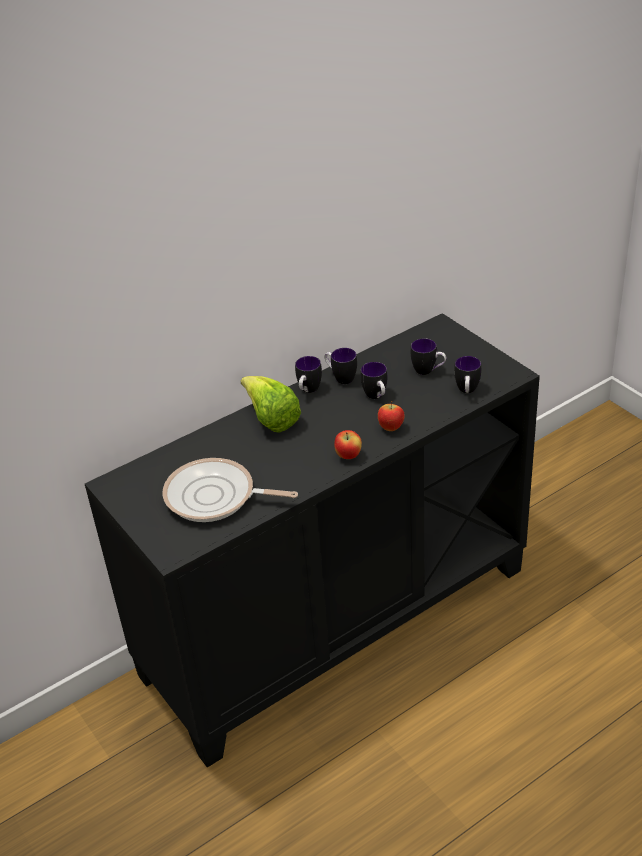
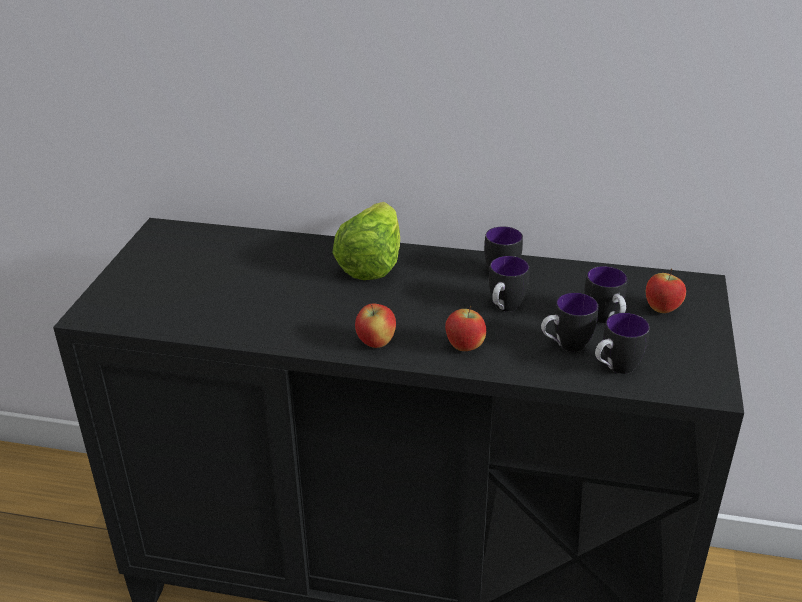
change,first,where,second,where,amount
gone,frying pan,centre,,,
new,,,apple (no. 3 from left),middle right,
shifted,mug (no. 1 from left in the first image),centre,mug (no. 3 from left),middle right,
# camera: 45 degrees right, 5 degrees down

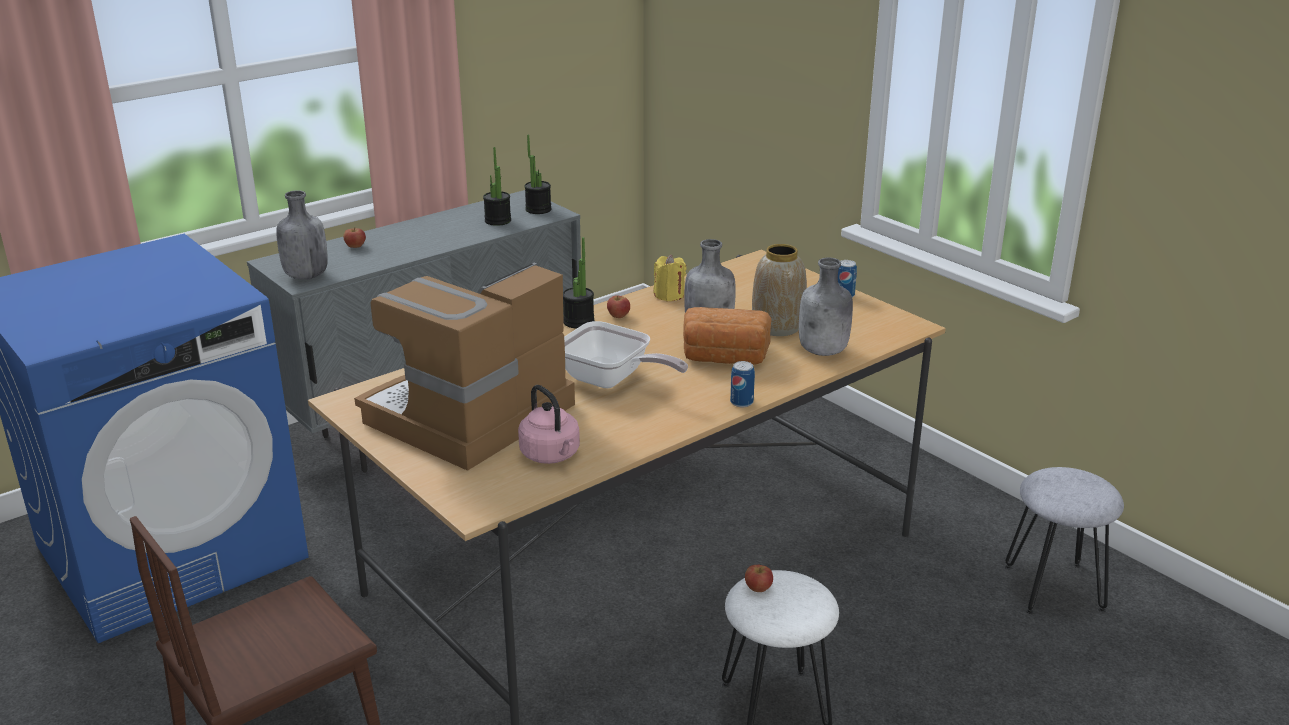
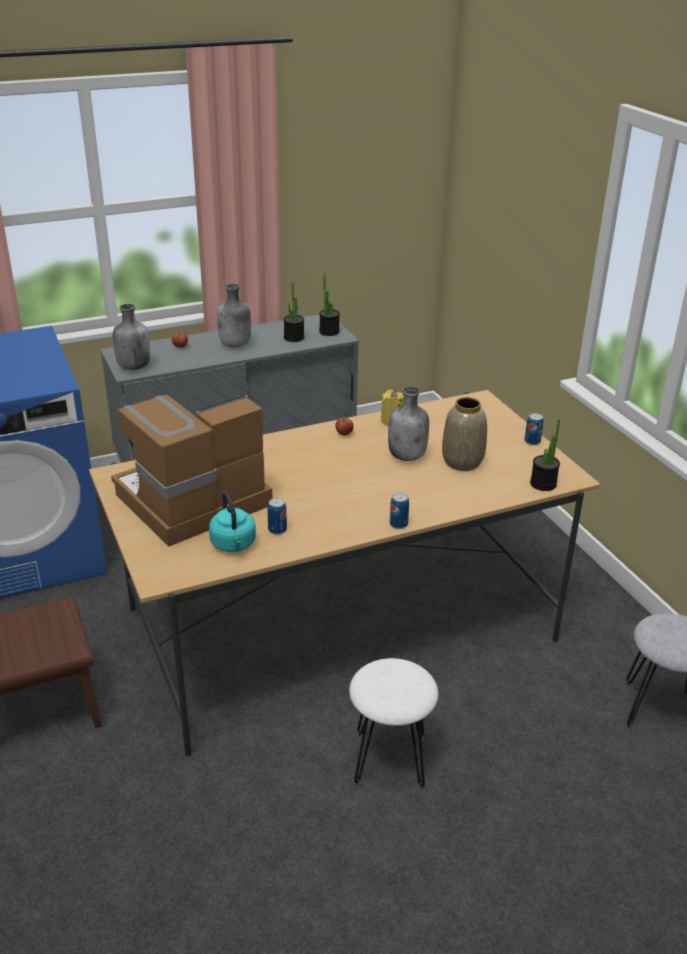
change,first,where,second,where,amount
gone,frying pan,centre,,,
gone,bread,centre,,,
gone,apple (no. 3 from left),bottom centre,,,
new,,,can (no. 1 from left),centre,
shifted,potted plant (no. 3 from left),centre,,middle right,
shifted,grey bottle (no. 3 from left in the first image),centre,grey bottle (no. 2 from left),top centre,
repainted,pink kettle,centre,turquoise kettle,centre,
# camera: 15 degrees right, 5 degrees up

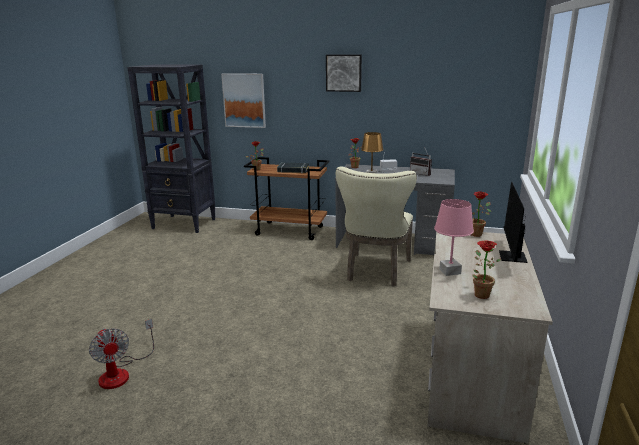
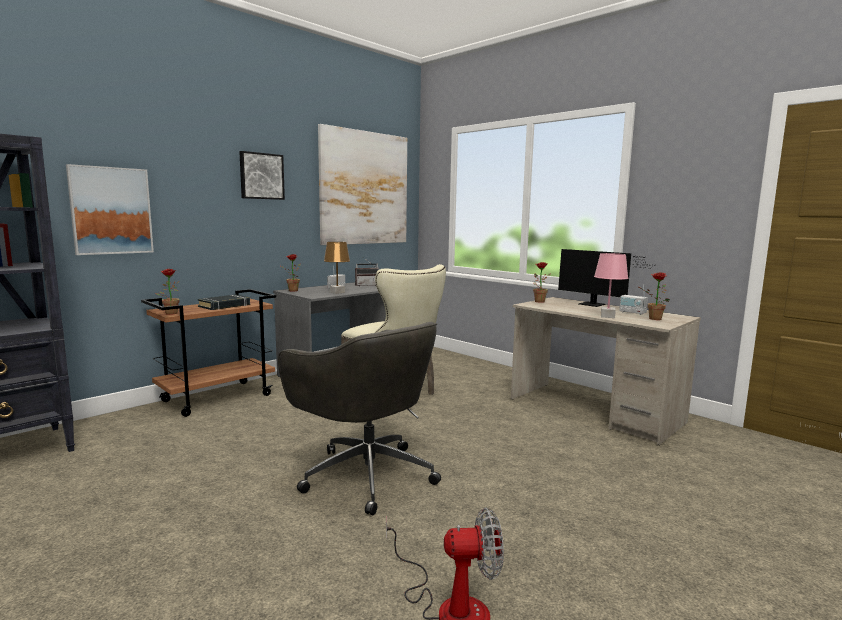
change,first,where,second,where,amount
new,,,grey office chair,bottom centre,
new,,,picture (no. 3 from left),top centre,
new,,,radio (no. 3 from left),middle right,
# camera: 60 degrees left, 10 degrees down

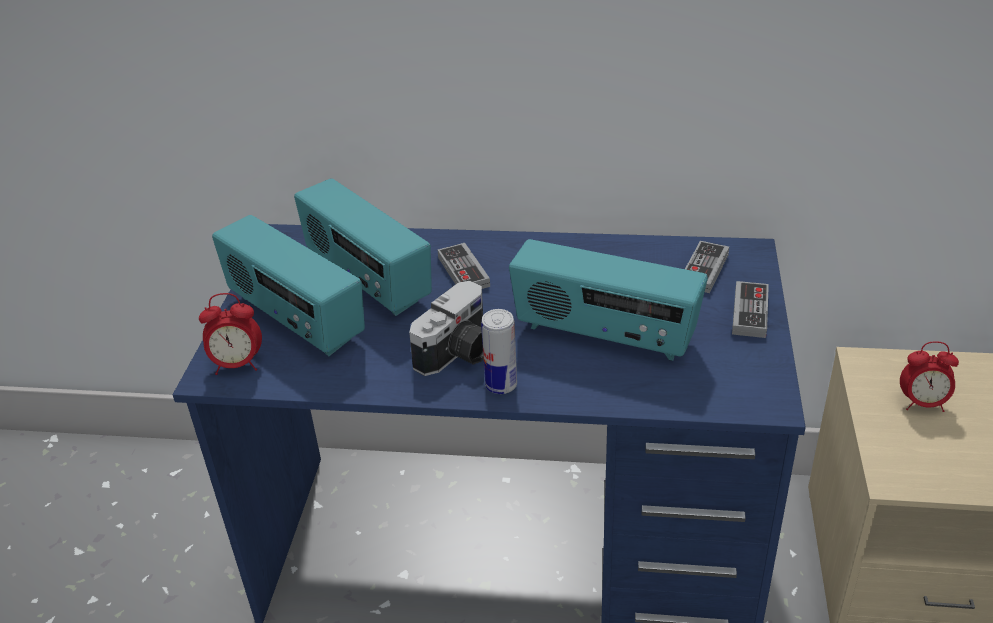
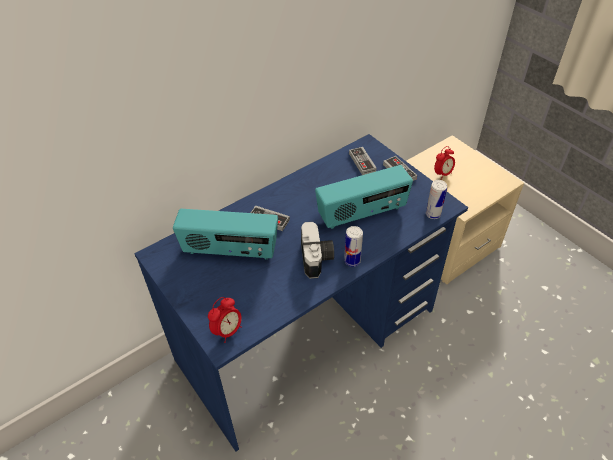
change,first,where,second,where,amount
gone,radio (no. 1 from left),middle left,,,
new,,,can (no. 2 from left),middle right,
# camera: 45 degrees left, 10 degrees up

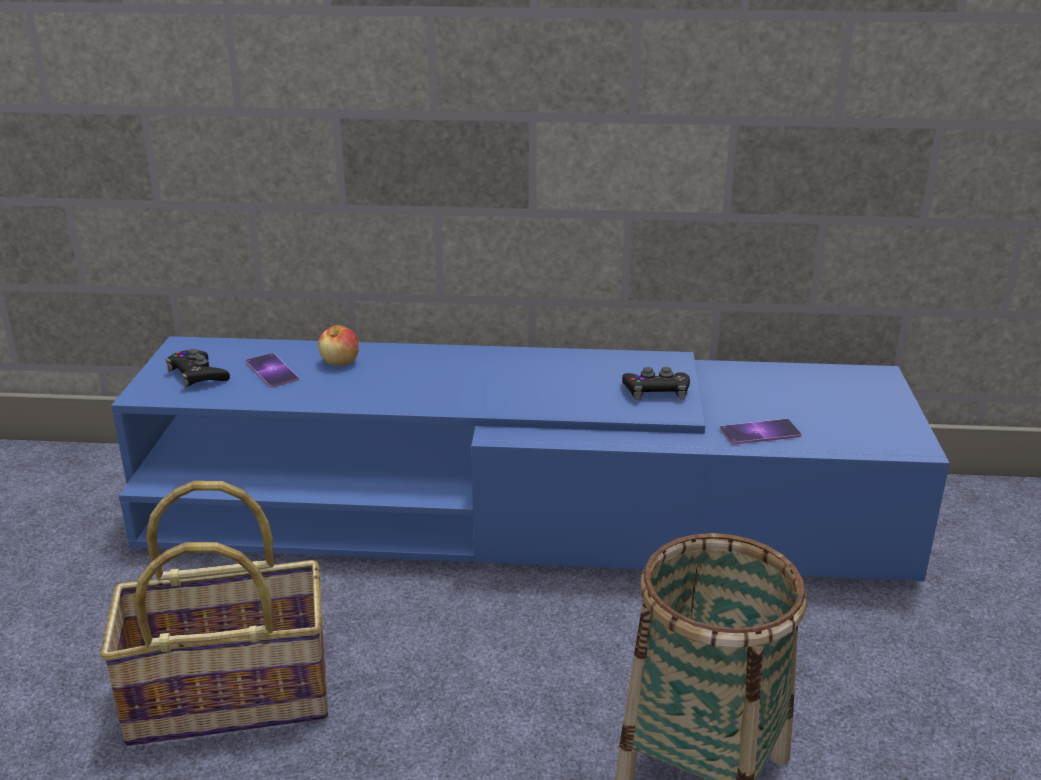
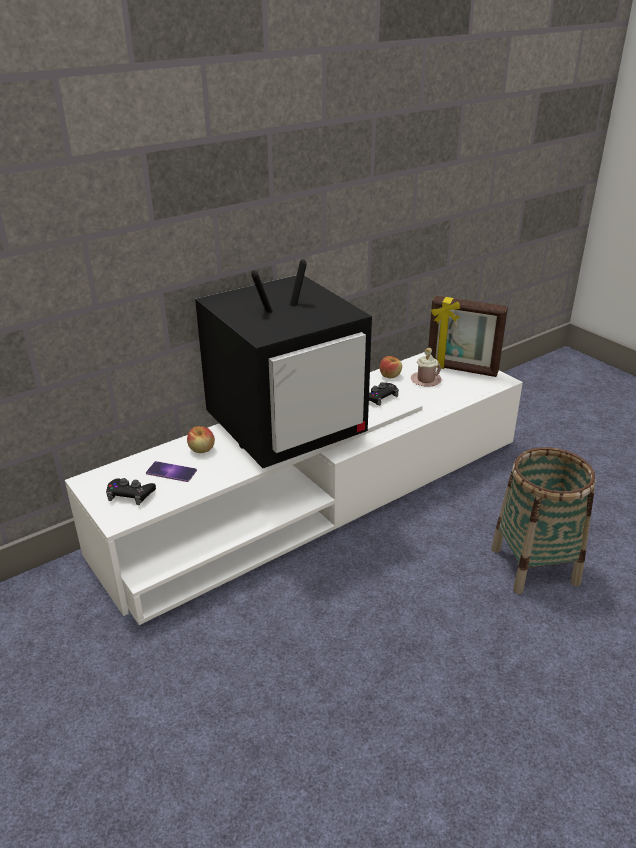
change,first,where,second,where,amount
gone,basket (no. 1 from left),bottom left,,,
gone,phone (no. 2 from left),middle right,,,
new,,,television,centre,
new,,,apple (no. 2 from left),centre,
new,,,pink mug,middle right,
new,,,picture frame,middle right,
repainted,blue tv stand,centre,white tv stand,centre,
# camera: 40 degrees left, 5 degrees up

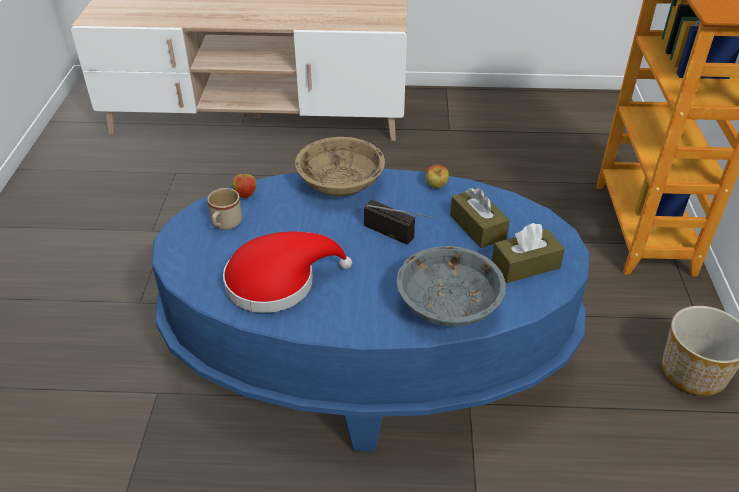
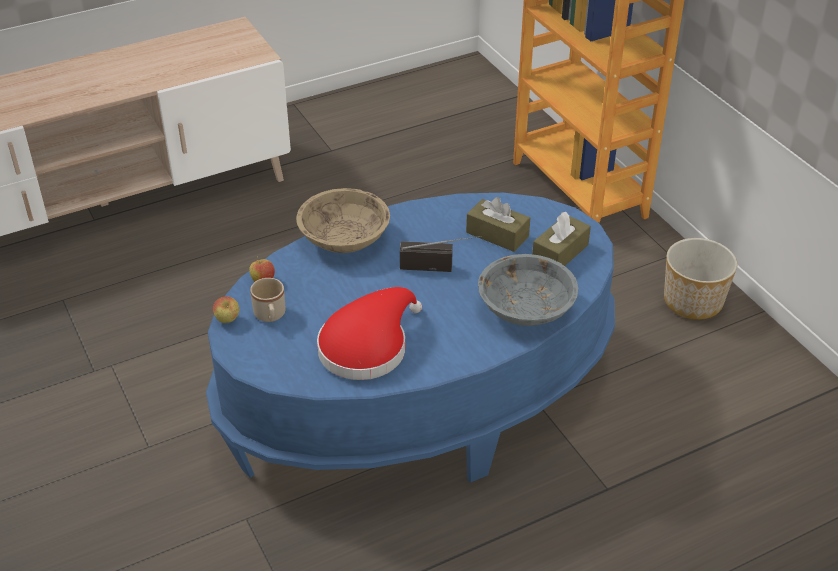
change,first,where,second,where,amount
shifted,apple (no. 2 from left in the first image),centre,apple (no. 1 from left),middle left,
# camera: 30 degrees left, 0 degrees up

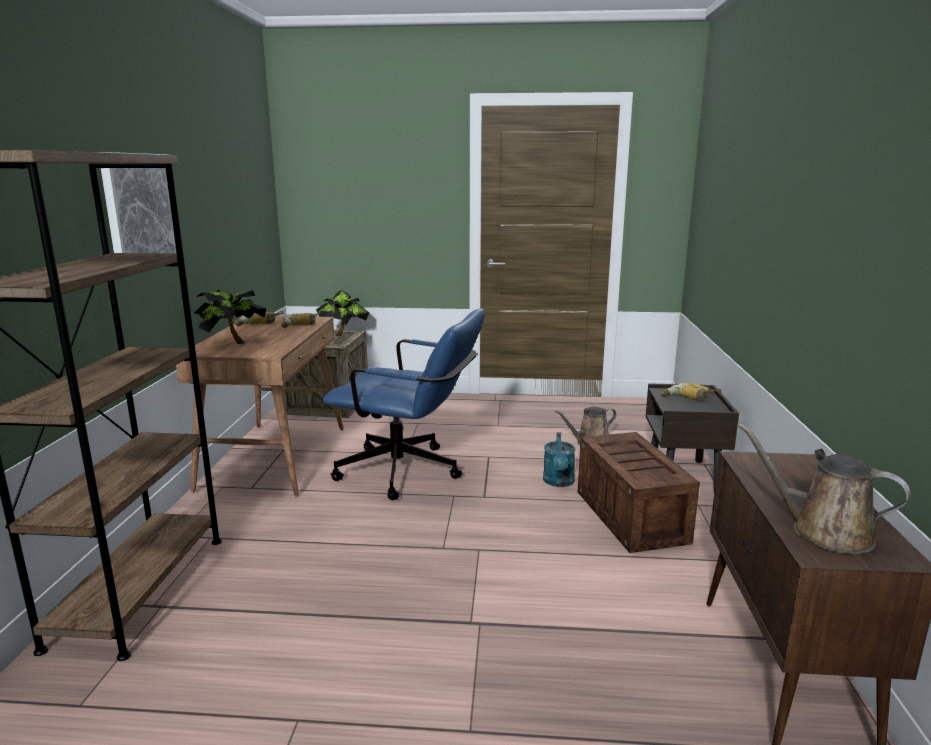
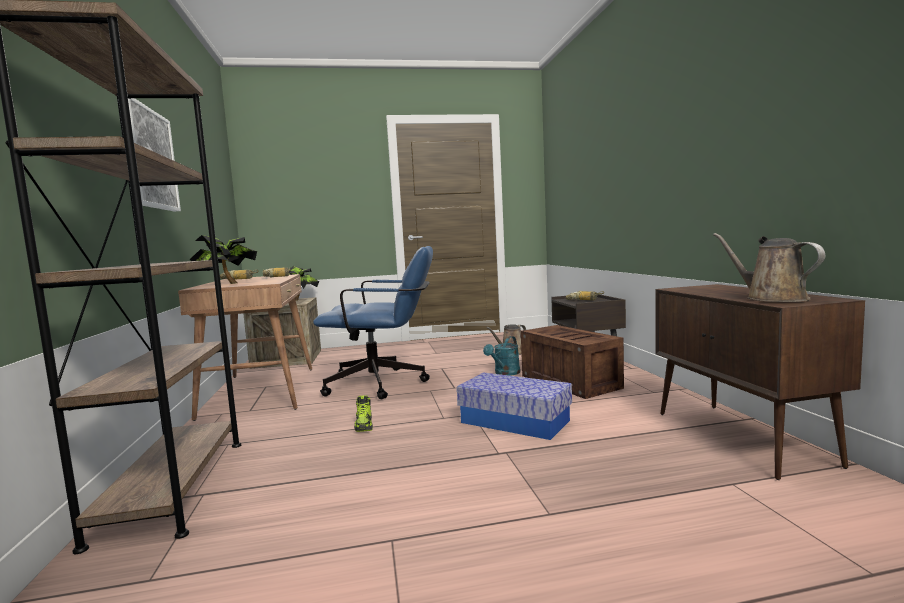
change,first,where,second,where,amount
new,,,shoe,bottom centre,
new,,,storage box,bottom centre,
rotated,turquoise watering can,centre,,centre,45 degrees clockwise
rotated,brown watering can (no. 2 from left),middle right,,middle right,45 degrees clockwise
# camera: 15 degrees left, 10 degrees down

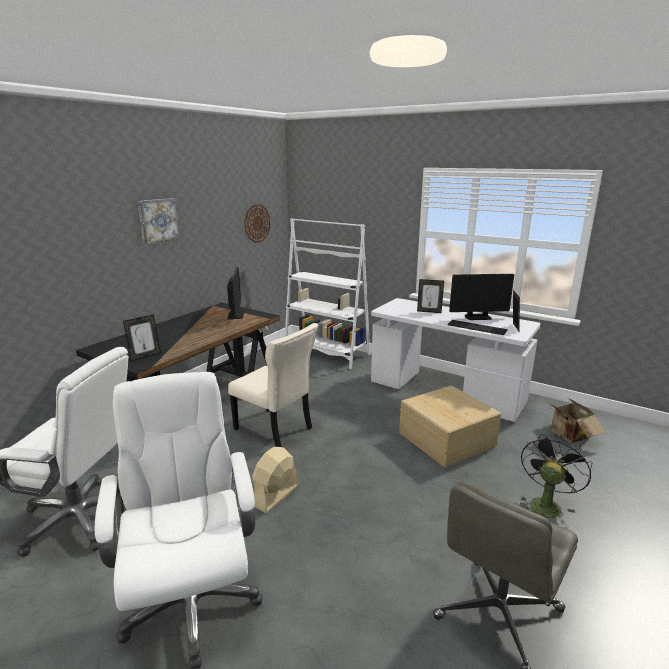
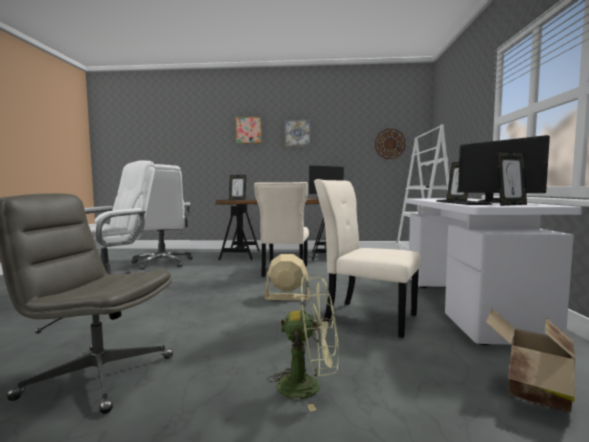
change,first,where,second,where,amount
new,,,picture (no. 1 from left),top centre,
shifted,beige fan,bottom centre,,centre,
swapped,beige storage box,middle right,beige chair (no. 2 from left),centre,
repainted,black fan,bottom right,green fan,bottom centre,
# camera: 60 degrees right, 15 degrees down

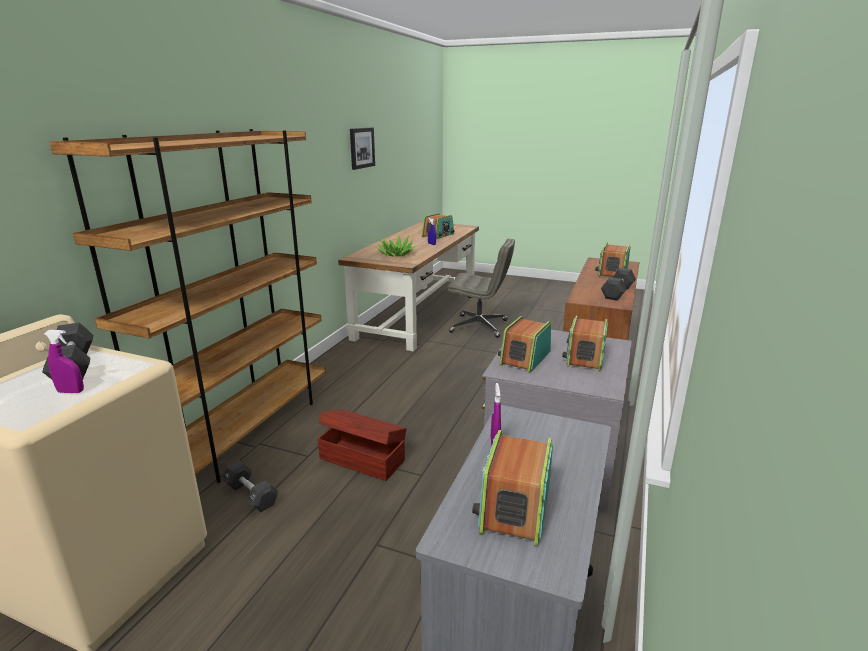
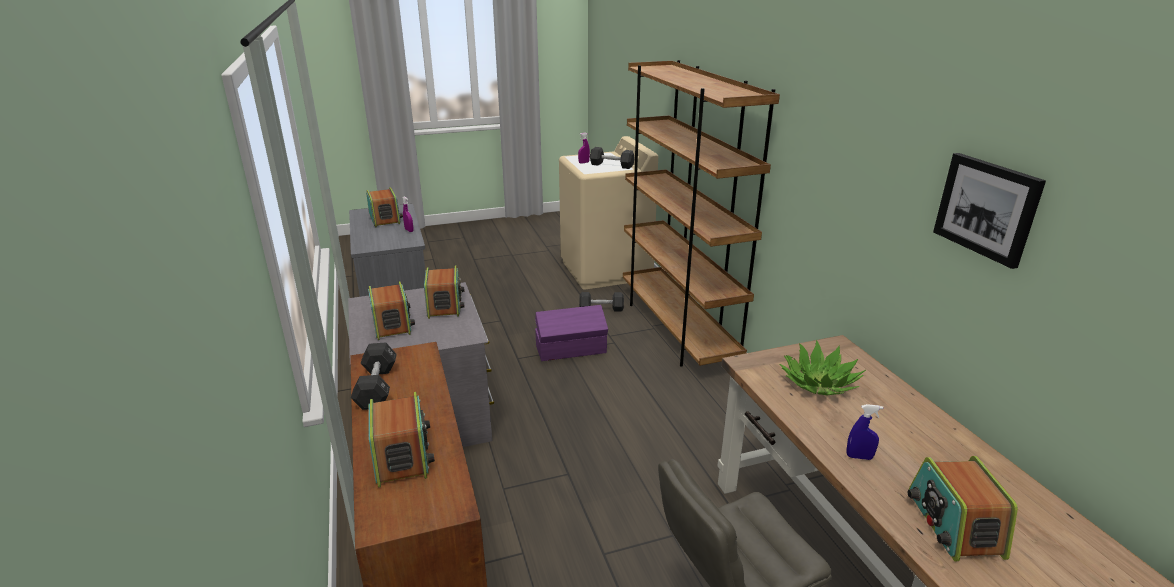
change,first,where,second,where,amount
repainted,brown storage box,bottom centre,purple storage box,centre,
# camera: 140 degrees right, 5 degrees up

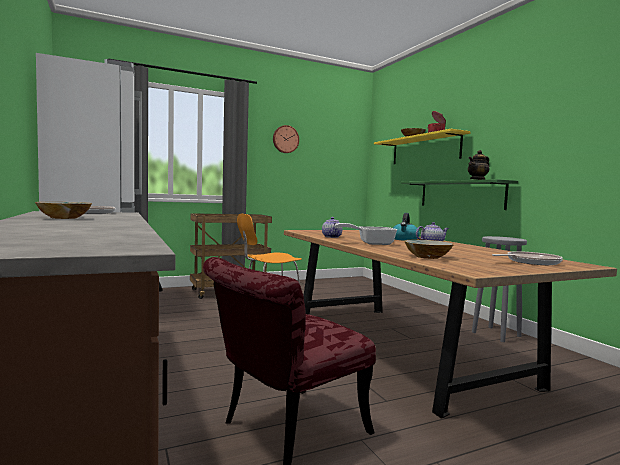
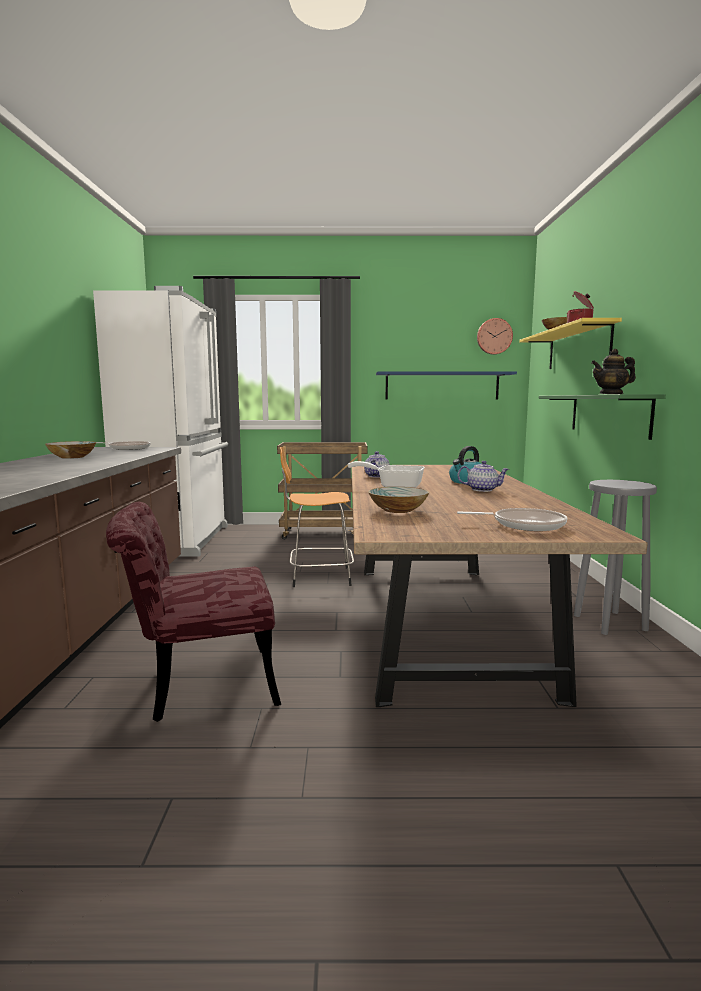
change,first,where,second,where,amount
new,,,blue shelf,centre,
shifted,wall clock,top centre,,middle right,
# camera: 25 degrees right, 5 degrees up

